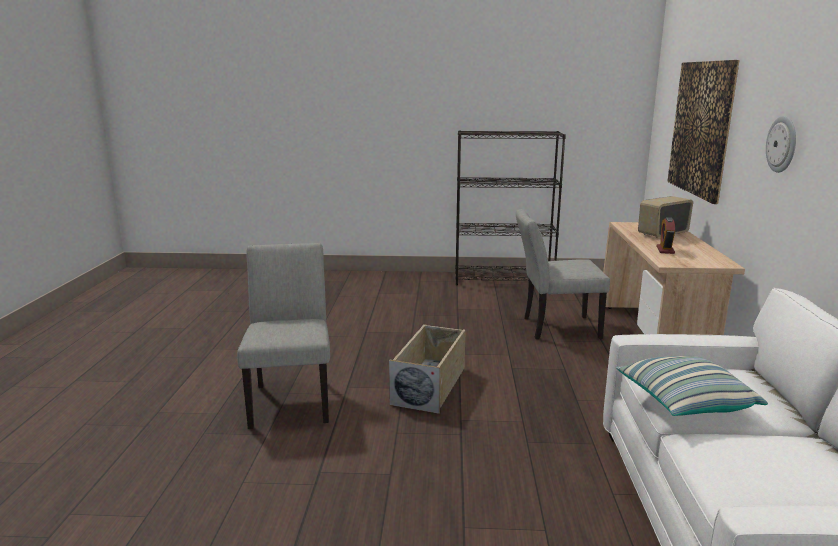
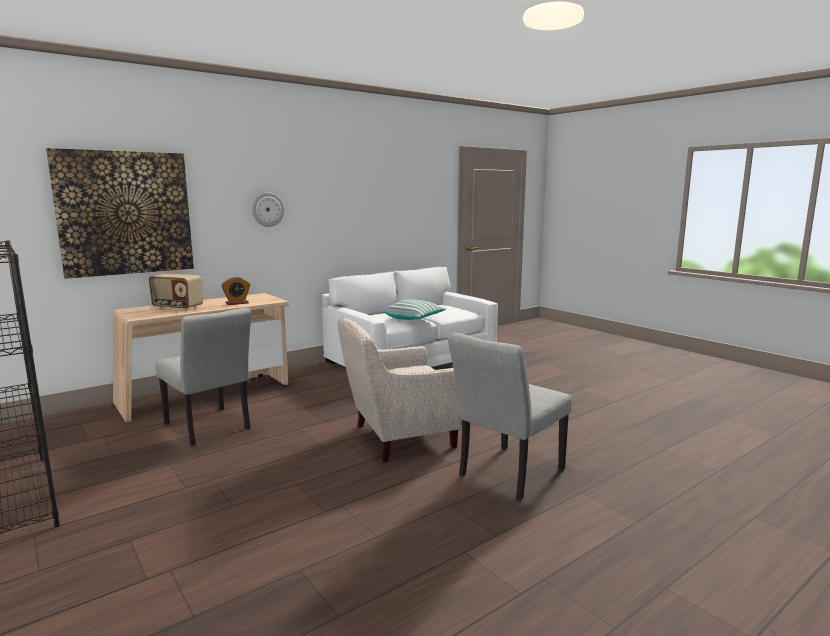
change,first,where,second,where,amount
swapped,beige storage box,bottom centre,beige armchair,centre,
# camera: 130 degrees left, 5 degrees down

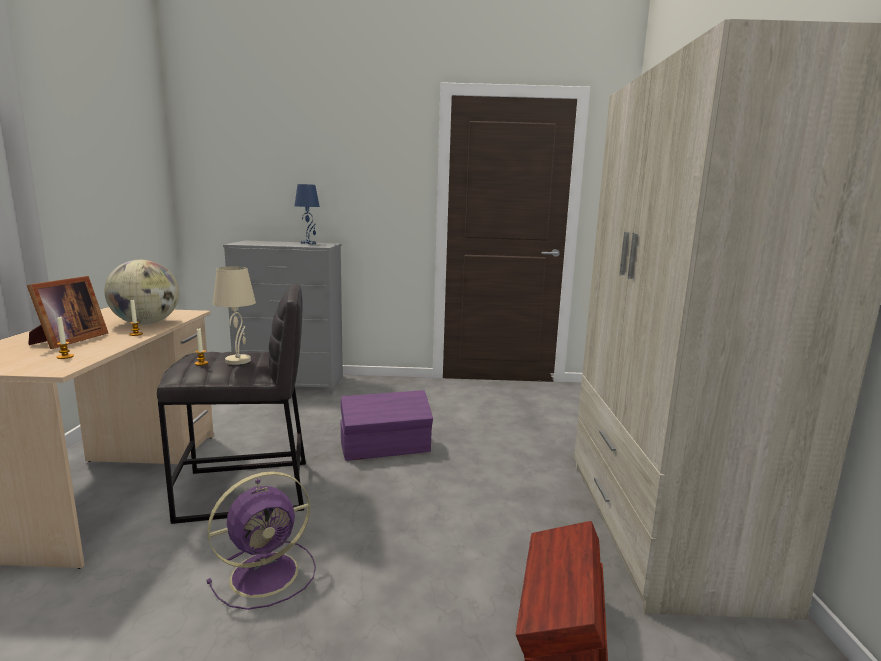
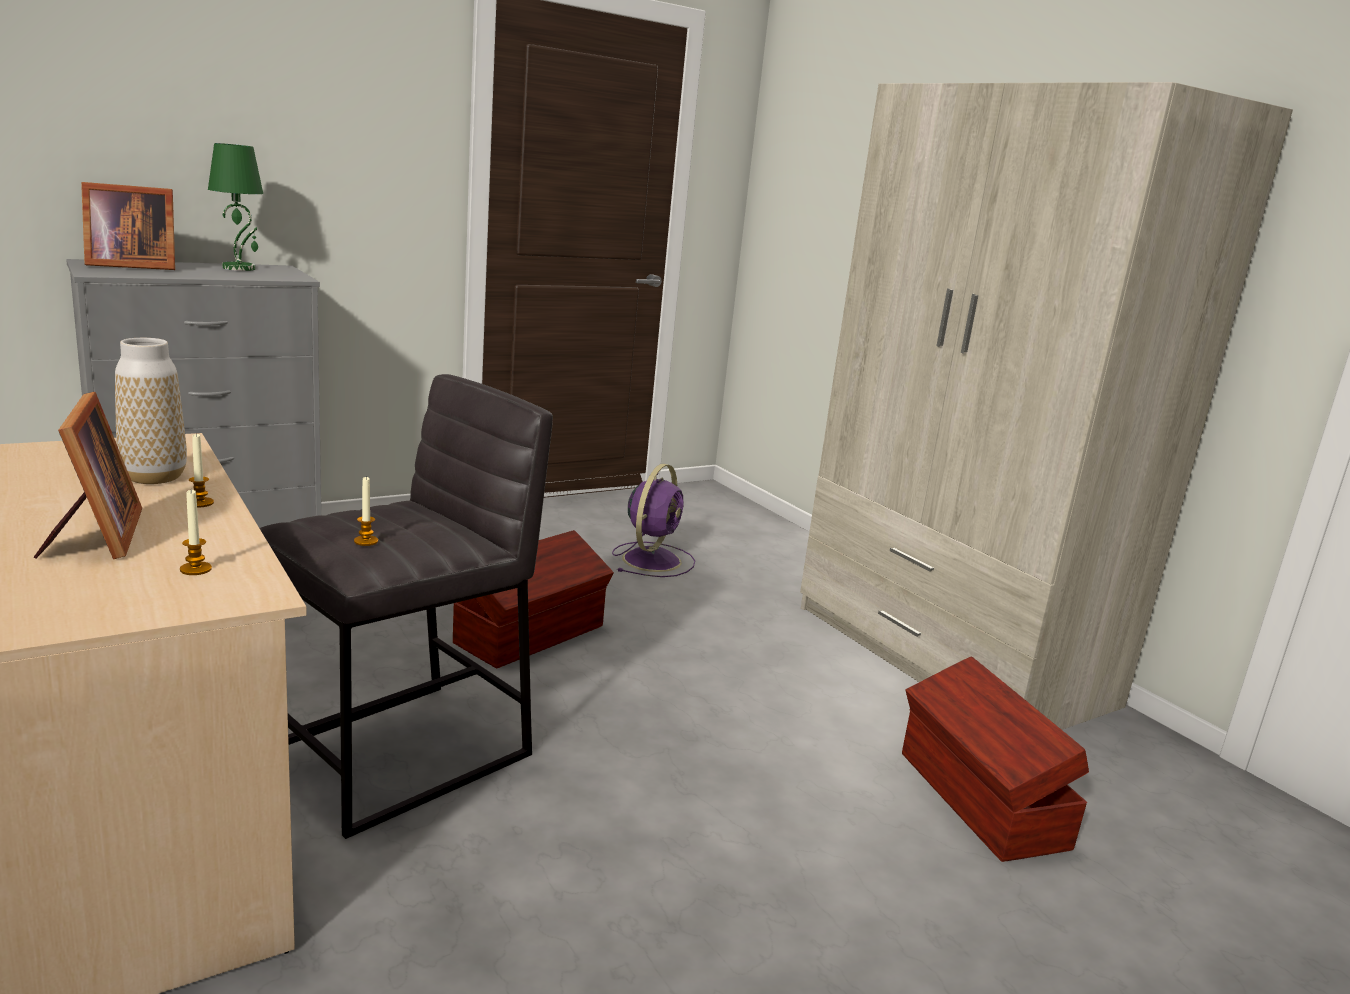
change,first,where,second,where,amount
gone,beige table lamp,middle left,,,
new,,,picture frame (no. 2 from left),top left,
shifted,purple fan,bottom left,,centre,
swapped,globe,middle left,vase,middle left,
repainted,blue table lamp,top centre,green table lamp,top left,
repainted,purple storage box,centre,brown storage box (no. 1 from left),centre,
# camera: 35 degrees left, 5 degrees up

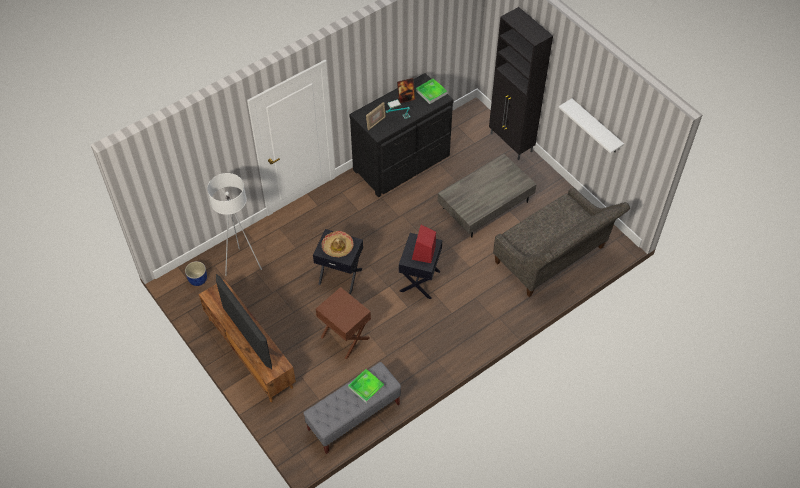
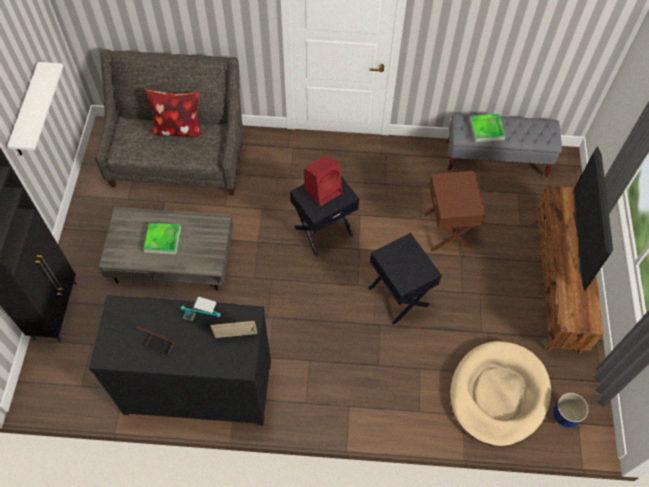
change,first,where,second,where,amount
gone,hat,centre,,,
new,,,pillow,top left,
shifted,tray (no. 2 from left in the first image),top centre,tray (no. 1 from left),middle left,
swapped,white floor lamp,middle left,beige dog bed,bottom right,
# camera: 140 degrees left, 5 degrees up

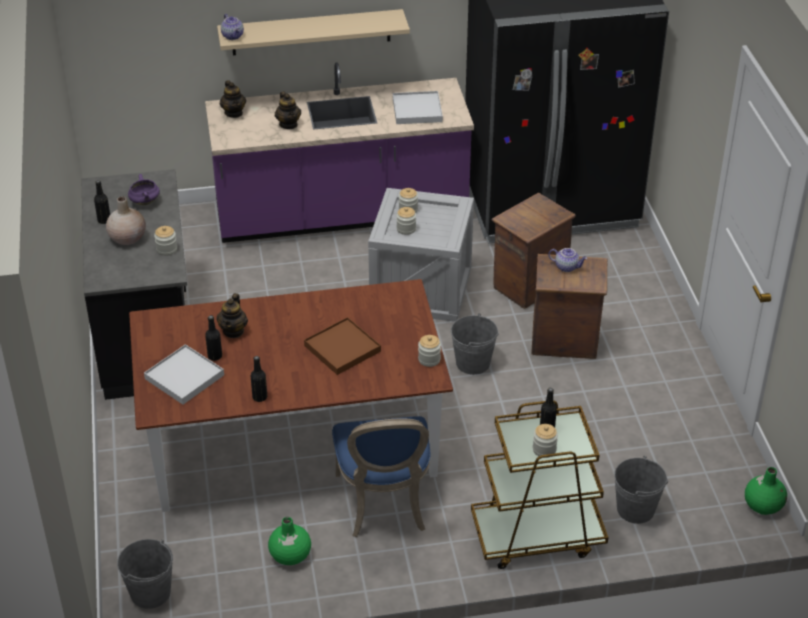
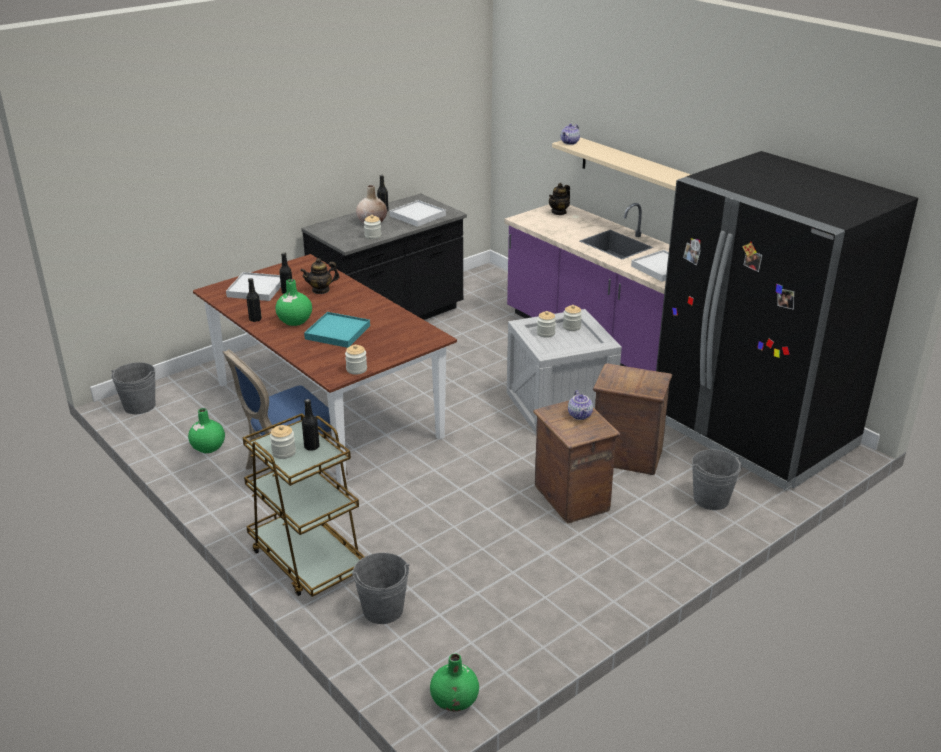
change,first,where,second,where,amount
gone,teapot (no. 4 from left),top centre,,,
new,,,green vase (no. 2 from left),middle left,
shifted,grey bucket (no. 2 from left in the first image),centre,grey bucket (no. 3 from left),middle right,
swapped,purple cooking pot,top left,white tray (no. 2 from left),top centre,
repainted,brown tray,centre,turquoise tray,centre,
# camera: 60 degrees right, 10 degrees down

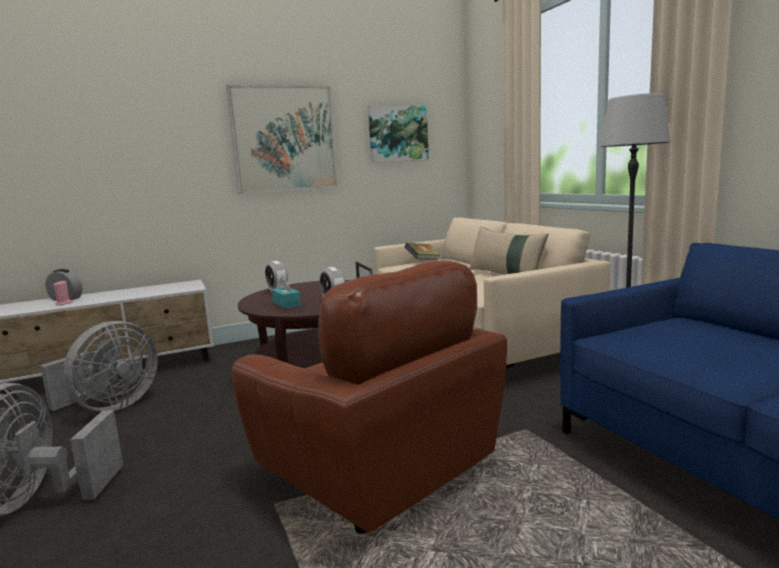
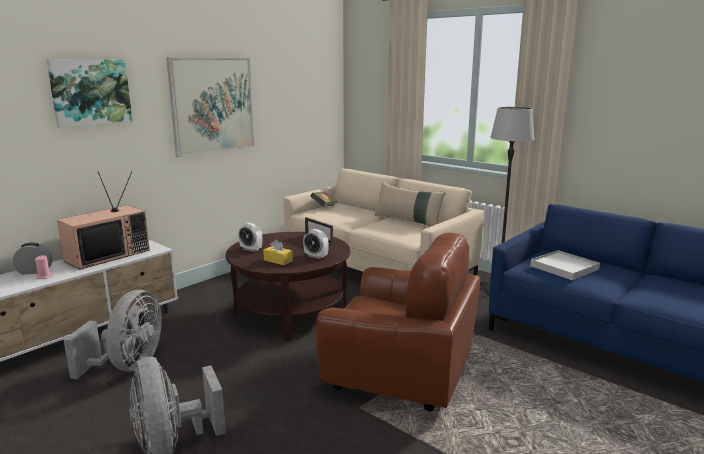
change,first,where,second,where,amount
new,,,television,middle left,
new,,,white tray,middle right,
shifted,picture (no. 2 from left in the first image),top centre,picture (no. 1 from left),top left,
repainted,turquoise tissue box,centre,yellow tissue box,centre,
# camera: 25 degrees left, 5 degrees up

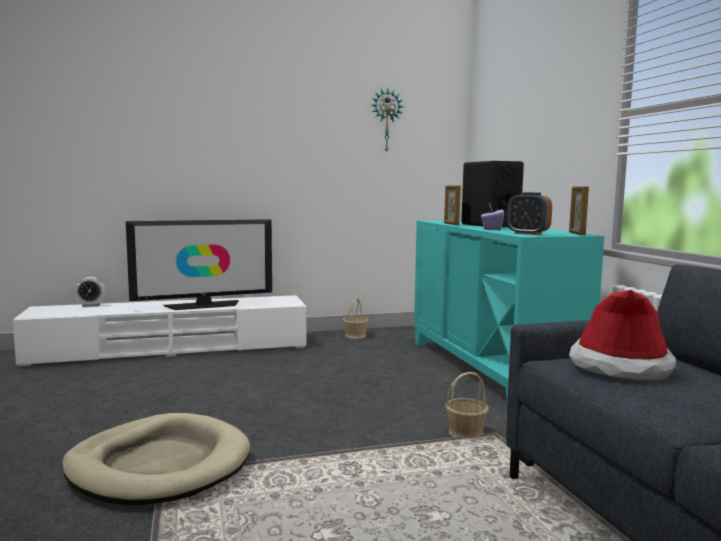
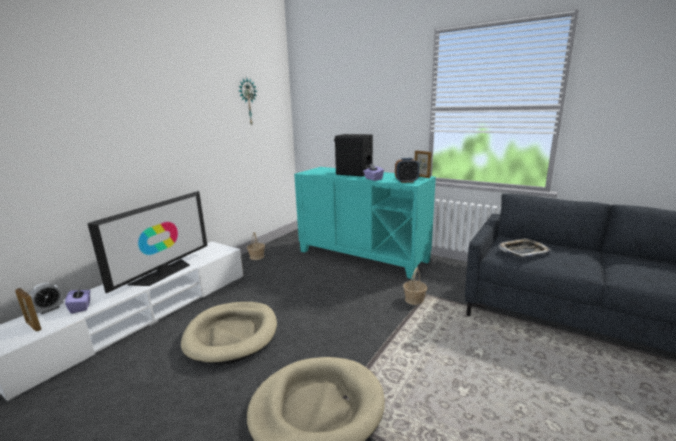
change,first,where,second,where,amount
new,,,purple tissue box (no. 1 from left),bottom left,
new,,,beige dog bed (no. 1 from left),bottom centre,
shifted,picture frame (no. 1 from left),centre,,bottom left,
swapped,hat,middle right,tray,middle right,
# camera: 40 degrees left, 10 degrees up

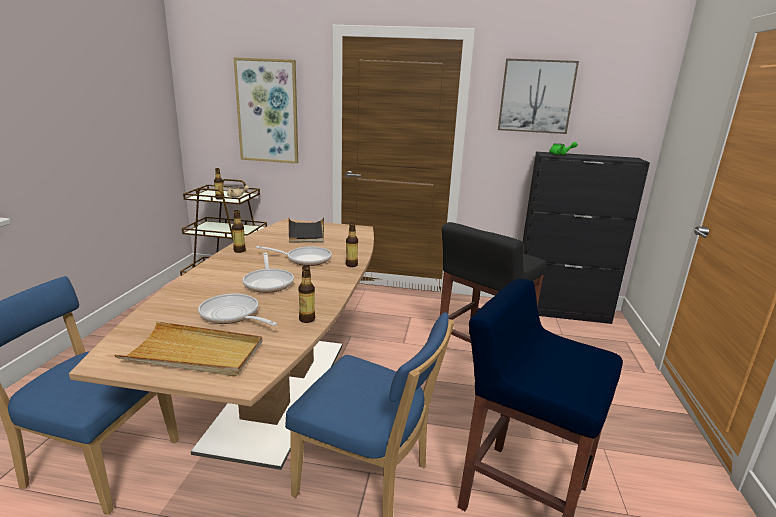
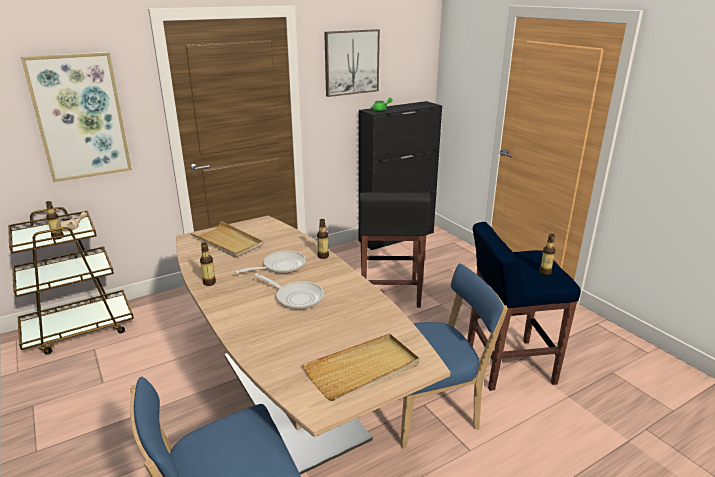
change,first,where,second,where,amount
gone,frying pan (no. 1 from left),middle left,,,
shifted,bottle (no. 3 from left in the first image),centre,bottle (no. 4 from left),middle right,
repainted,black tray,centre,beige tray (no. 1 from left),middle left,
# camera: 40 degrees left, 5 degrees up

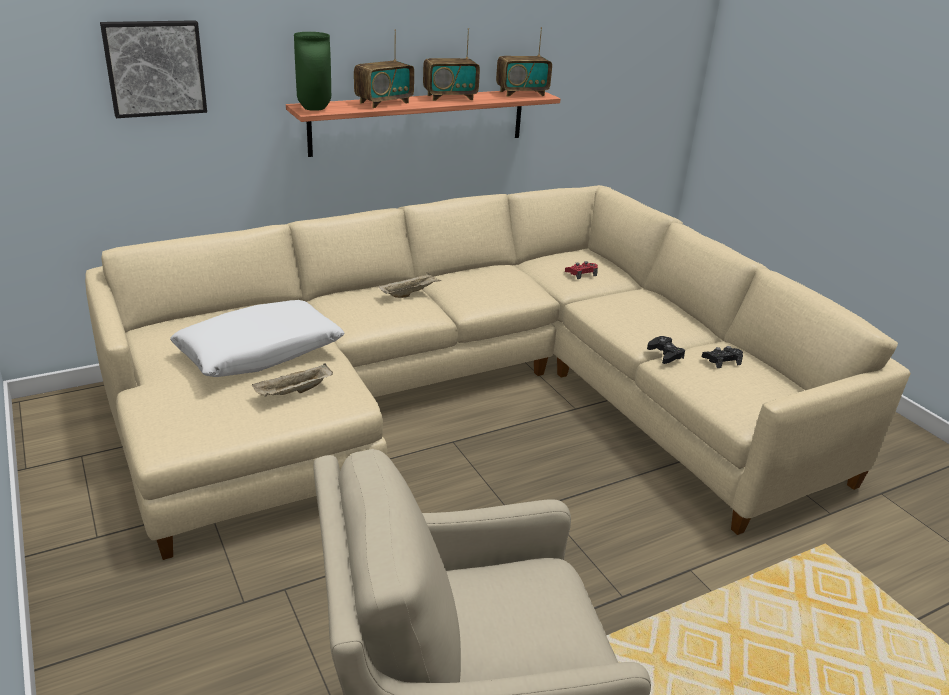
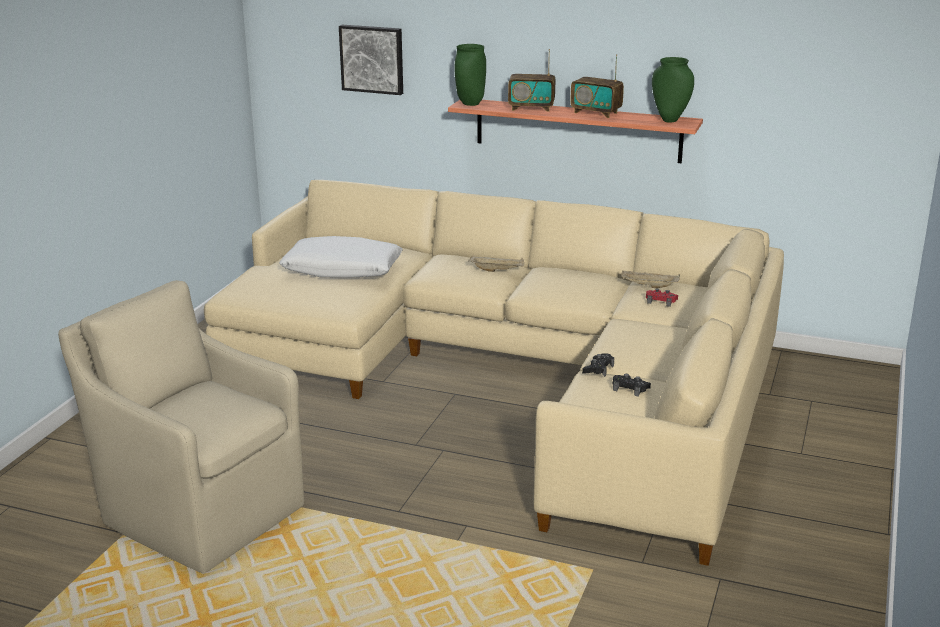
change,first,where,second,where,amount
shifted,beige tray (no. 1 from left in the first image),middle left,beige tray (no. 2 from left),middle right,
swapped,radio (no. 3 from left),top centre,green vase (no. 2 from left),top right,
# camera: 50 degrees right, 5 degrees down

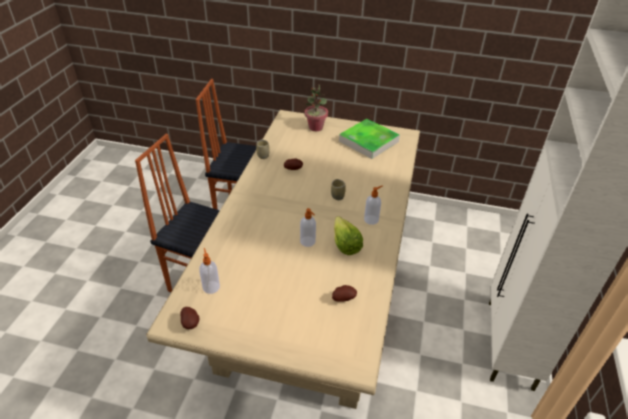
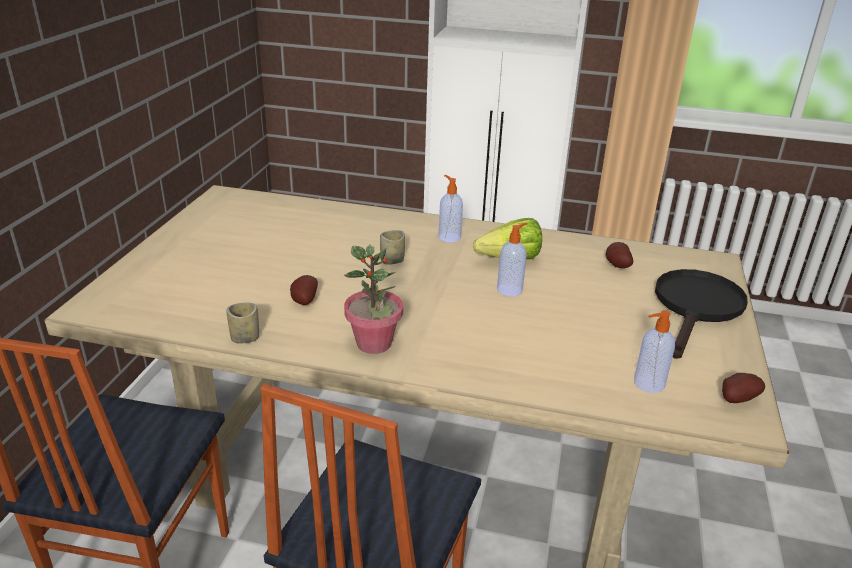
change,first,where,second,where,amount
gone,tray,top centre,,,
new,,,black frying pan,middle right,
shifted,potted plant,top centre,,centre,
# camera: 90 degrees left, 10 degrees down

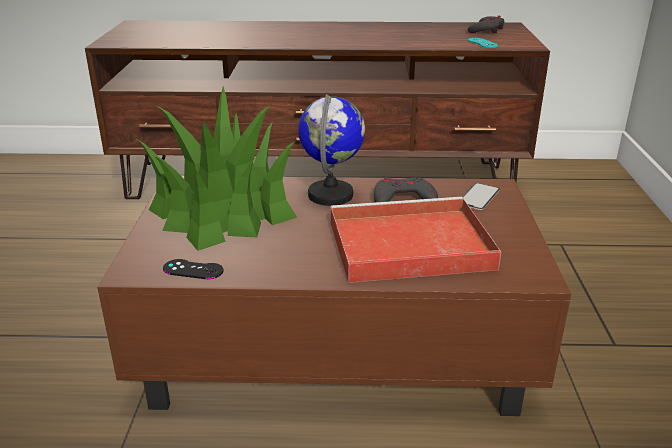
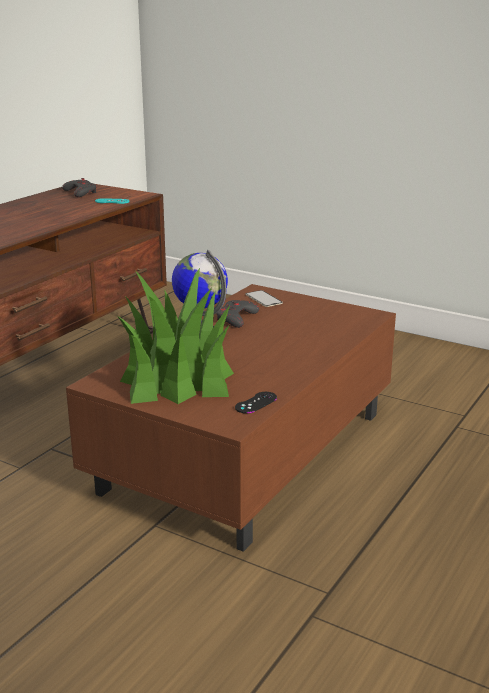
change,first,where,second,where,amount
gone,red tray,centre,,,
# camera: 60 degrees left, 5 degrees down

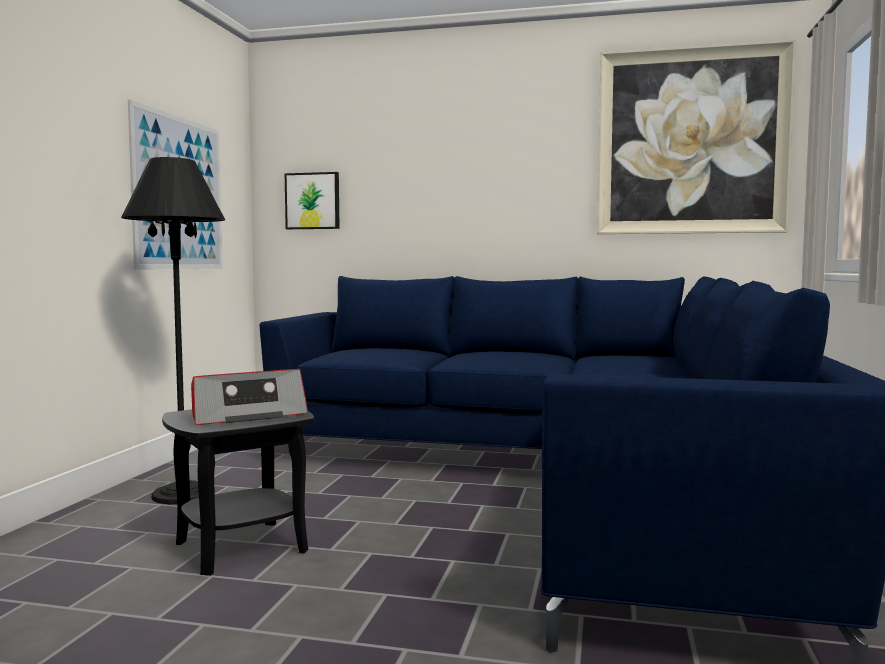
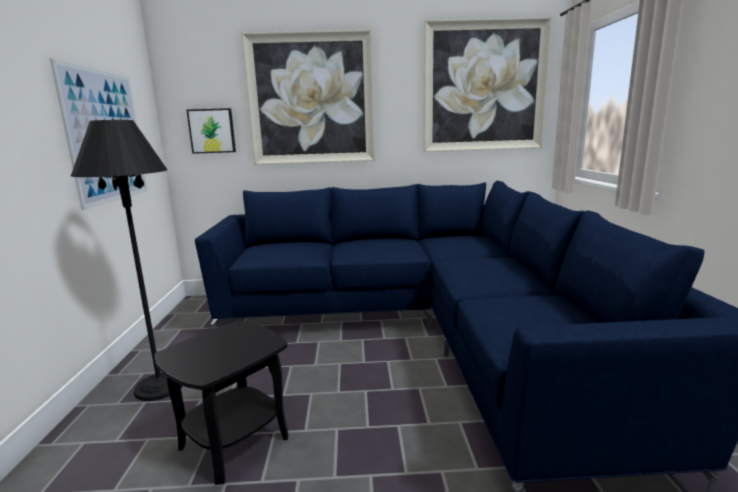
change,first,where,second,where,amount
gone,radio,middle left,,,
new,,,picture (no. 3 from left),top centre,
# camera: 15 degrees left, 10 degrees up

